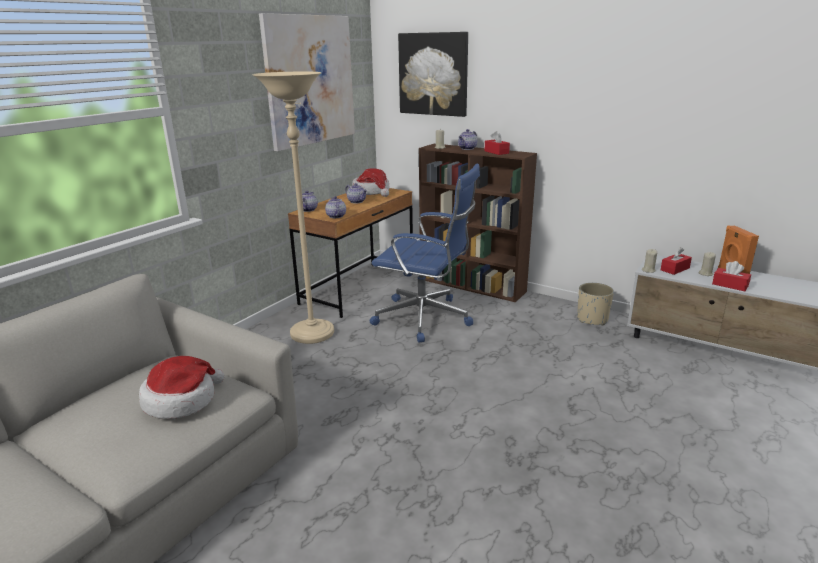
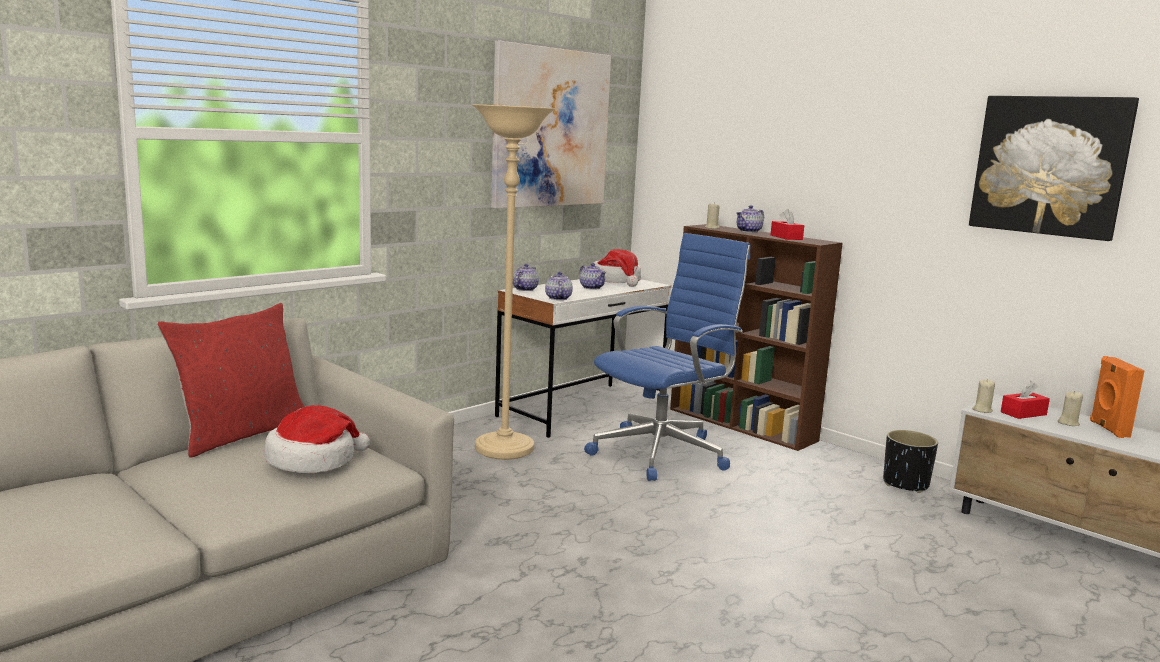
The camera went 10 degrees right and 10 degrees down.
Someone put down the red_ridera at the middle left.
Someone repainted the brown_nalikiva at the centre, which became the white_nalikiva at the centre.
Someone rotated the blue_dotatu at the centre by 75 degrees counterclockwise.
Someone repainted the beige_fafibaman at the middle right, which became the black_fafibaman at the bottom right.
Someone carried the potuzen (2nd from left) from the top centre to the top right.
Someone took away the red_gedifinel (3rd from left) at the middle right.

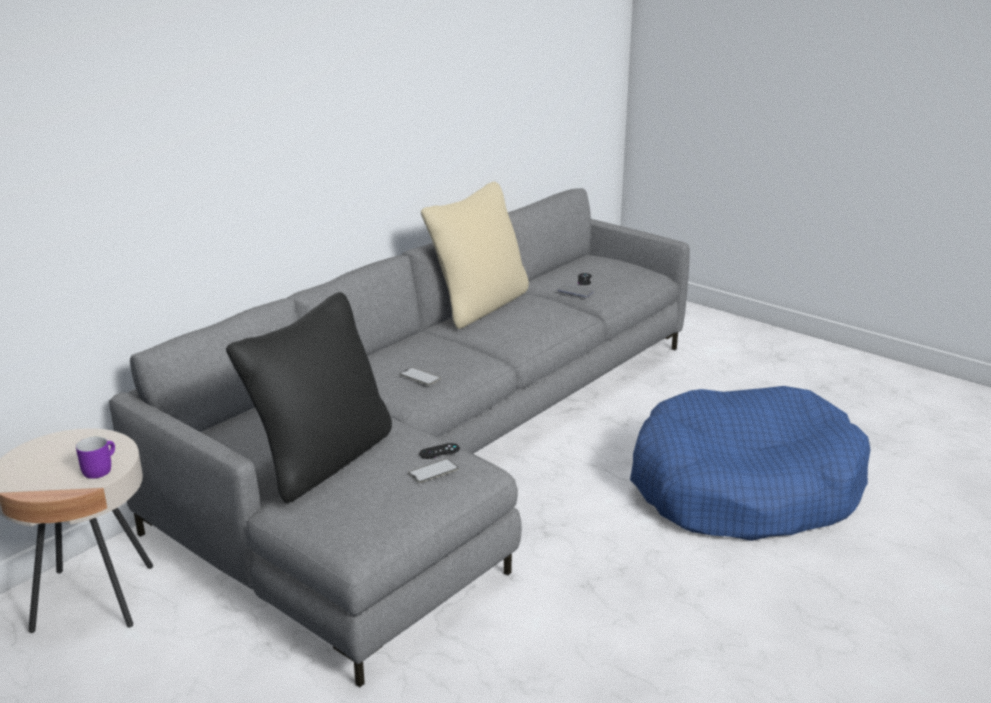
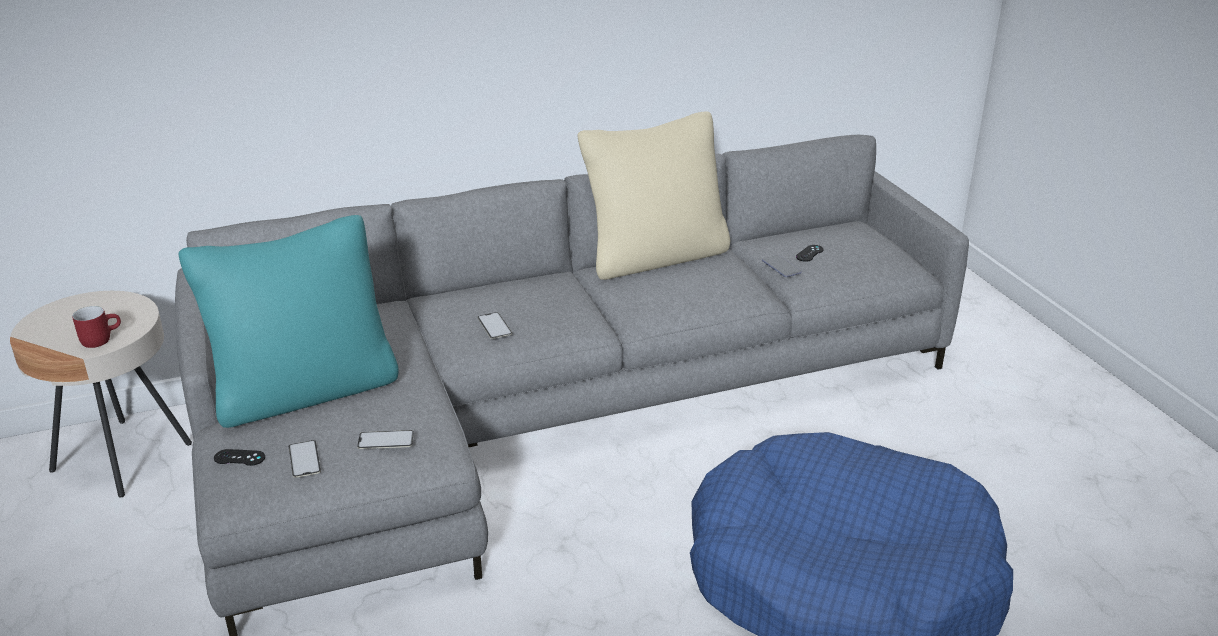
The camera went 30 degrees right and 5 degrees up.
Someone repainted the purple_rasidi at the middle left, which became the red_rasidi at the middle left.
Someone repainted the black_ridera at the middle left, which became the turquoise_ridera at the middle left.
Someone carried the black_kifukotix (1st from left) from the centre to the bottom left.
Someone put down the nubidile (1st from left) at the bottom left.

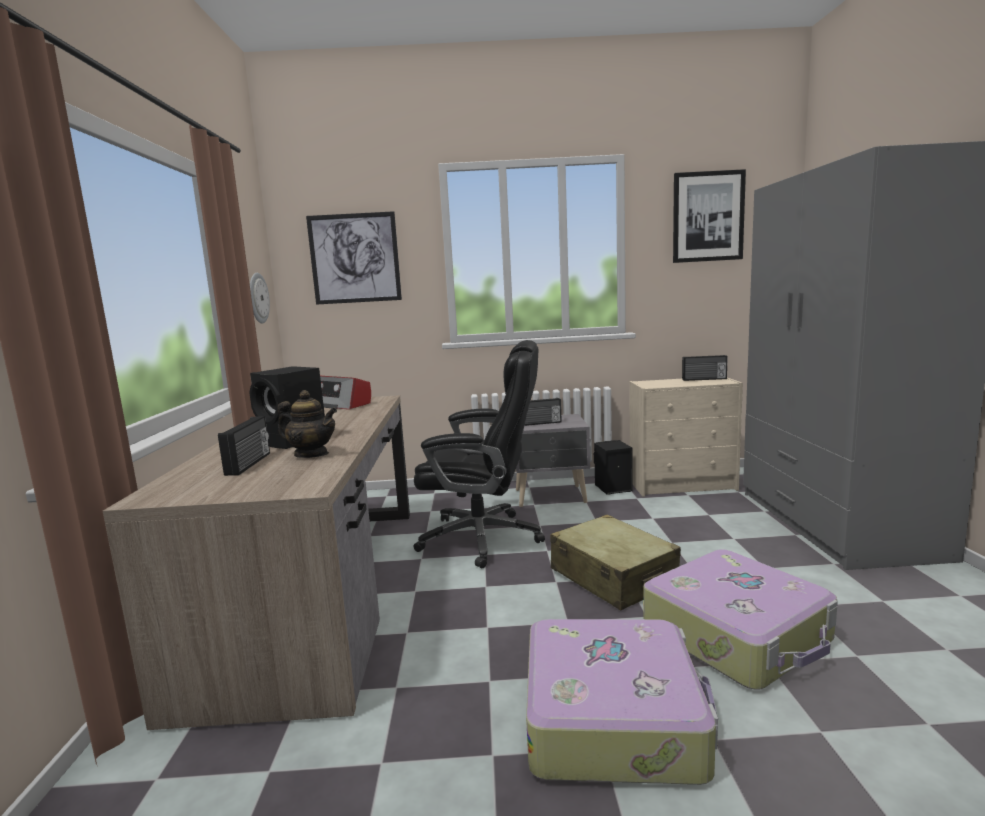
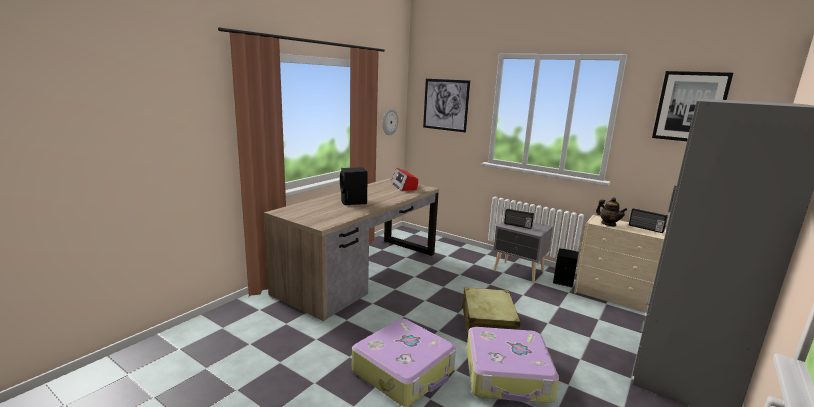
The camera went 35 degrees right and 5 degrees up.
Someone carried the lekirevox from the middle left to the middle right.
Someone took away the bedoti (1st from left) at the middle left.
Someone took away the black_dotatu at the centre.

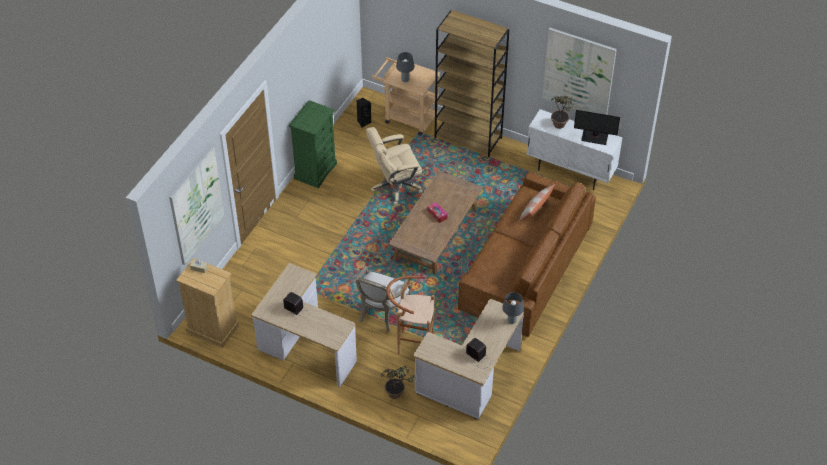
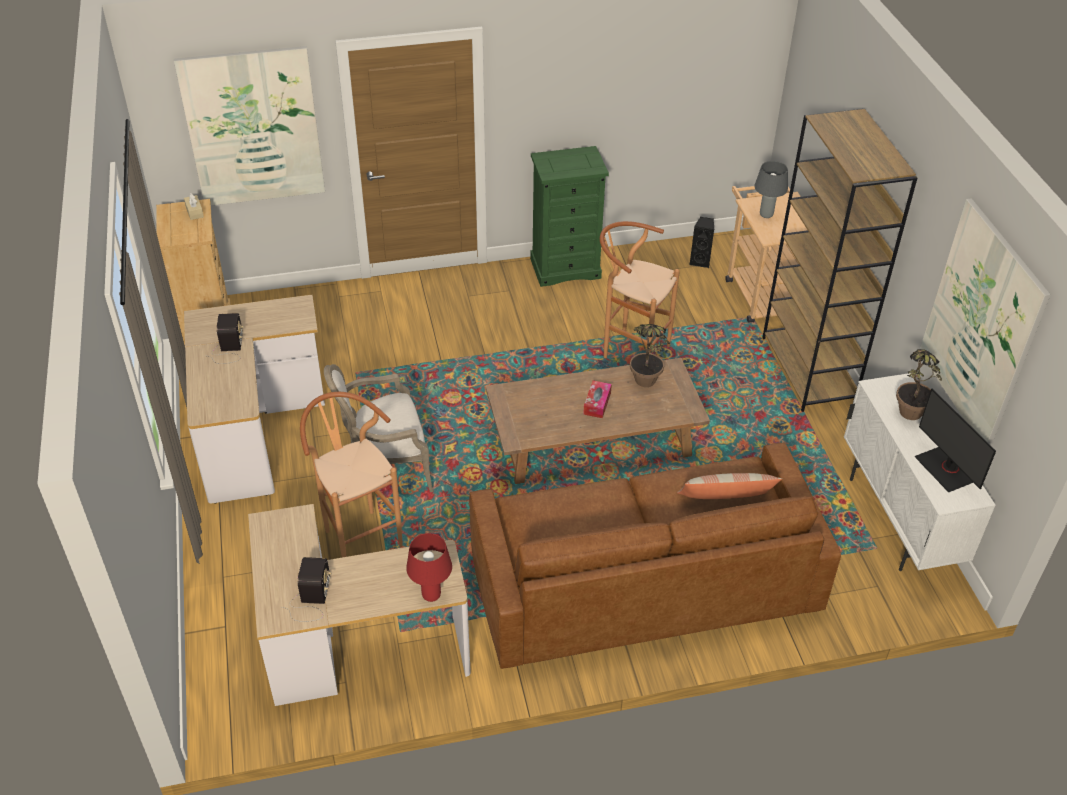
The camera went 50 degrees right and 5 degrees down.
Someone repainted the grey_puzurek (2nd from left) at the centre, which became the red_puzurek at the bottom centre.
Someone swapped the beige_dotatu at the centre for the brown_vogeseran (2nd from left) at the centre.
Someone carried the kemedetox (1st from left) from the bottom centre to the centre.

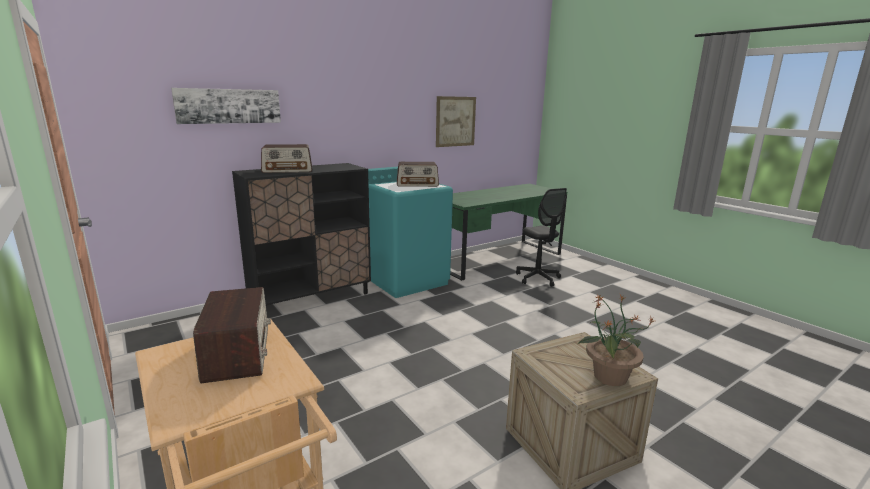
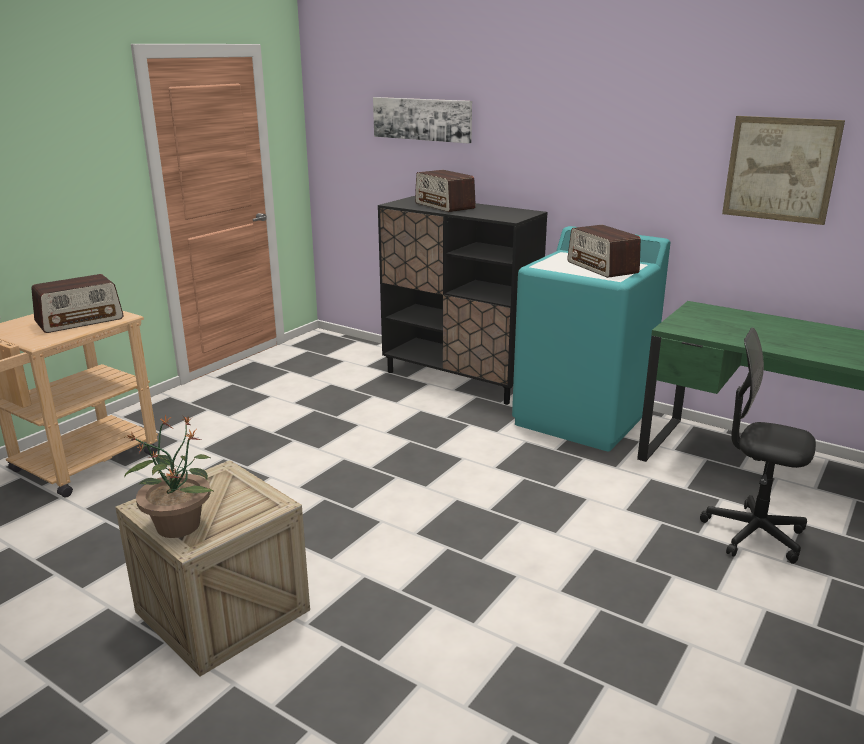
The camera went 70 degrees right and 5 degrees up.
Someone rotated the black_dotatu at the centre by 75 degrees clockwise.

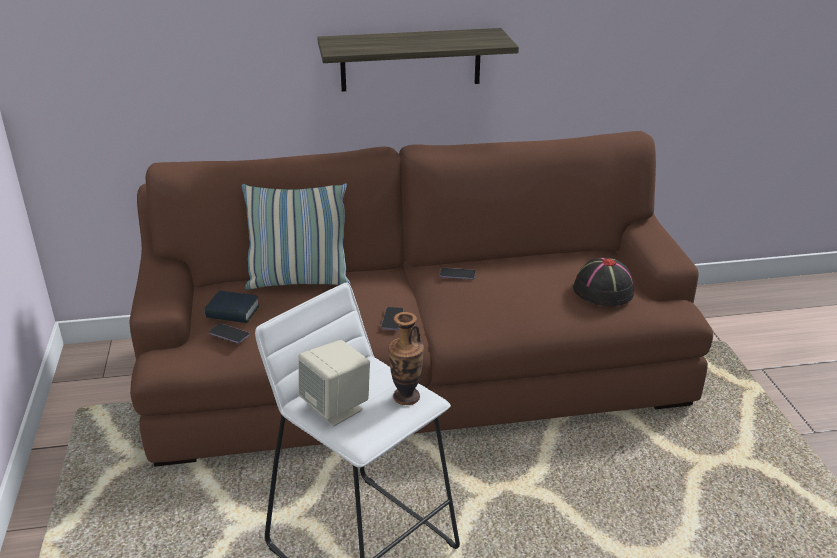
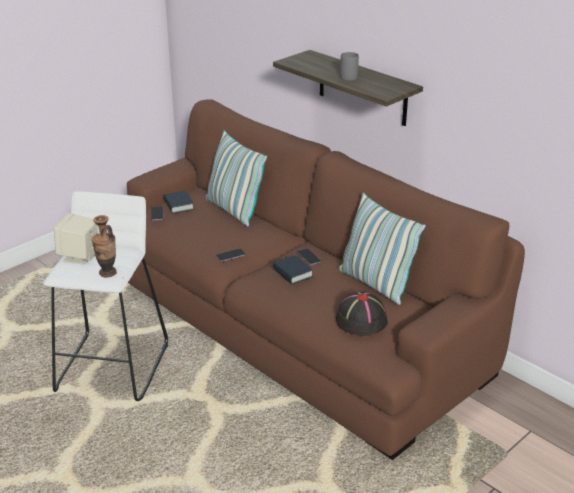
The camera went 55 degrees right and 0 degrees up.
Someone put down the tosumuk (2nd from left) at the centre.
Someone put down the ridera (2nd from left) at the centre.
Someone put down the grey_rasidi at the top centre.

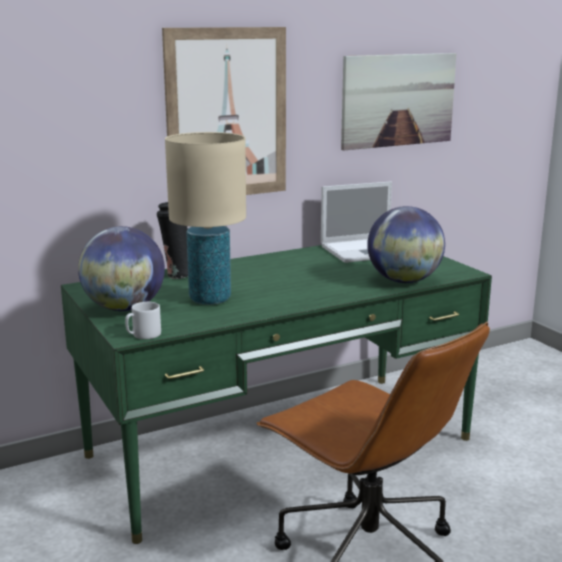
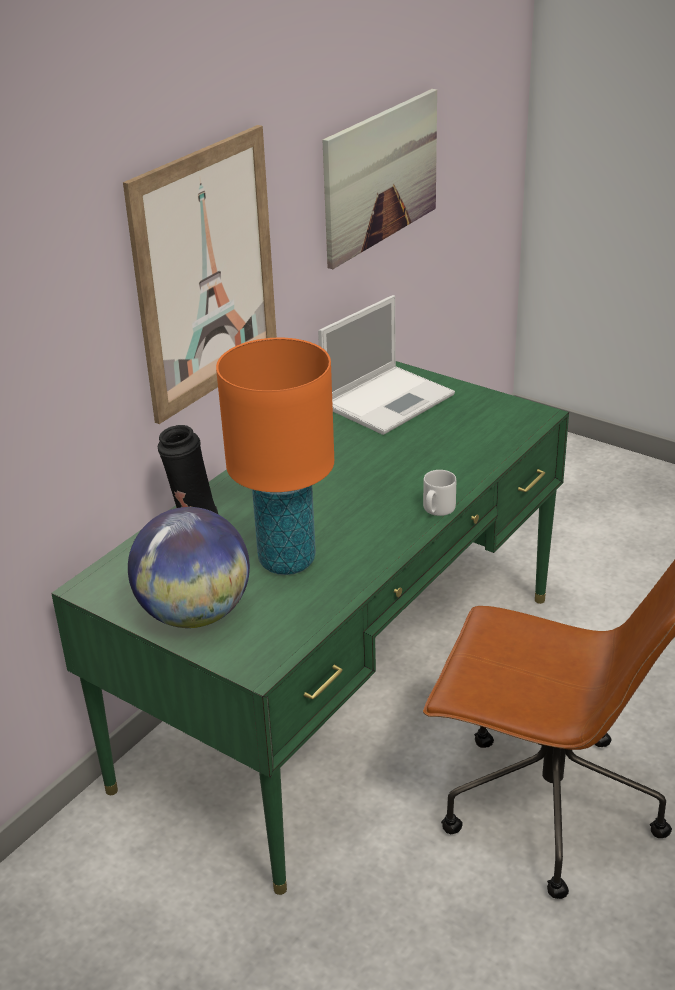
The camera went 25 degrees left and 15 degrees up.
Someone repainted the beige_puzurek at the centre, which became the orange_puzurek at the centre.
Someone carried the grey_rasidi from the middle left to the centre.
Someone took away the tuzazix (2nd from left) at the middle right.

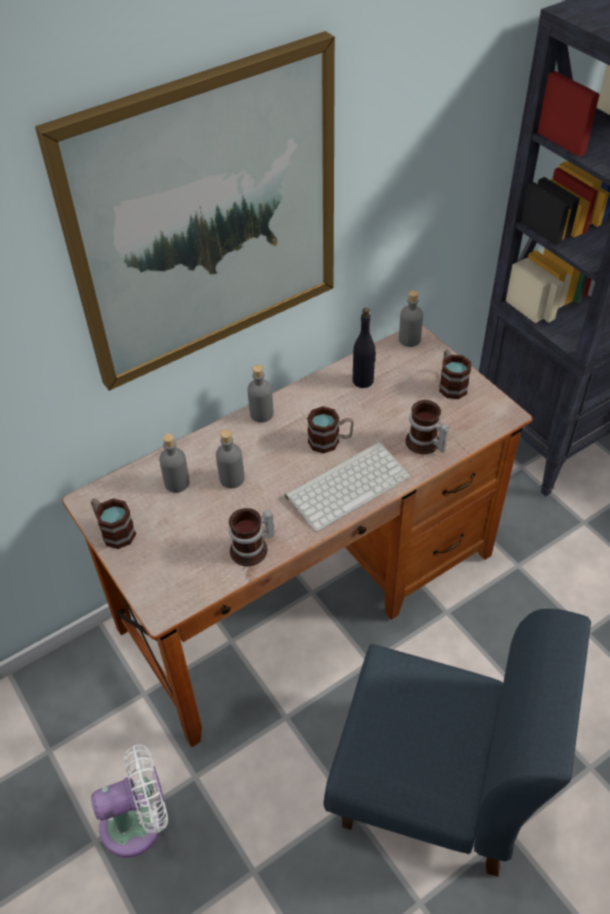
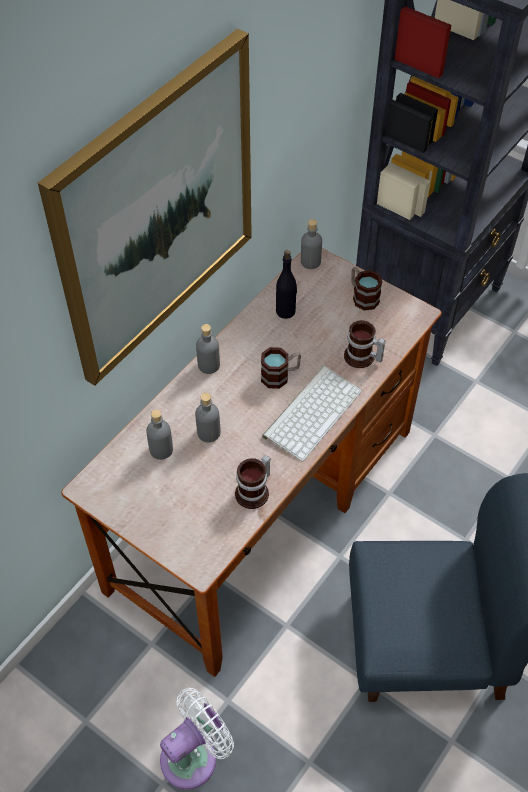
The camera went 20 degrees left and 5 degrees up.
Someone took away the rasidi (1st from left) at the middle left.

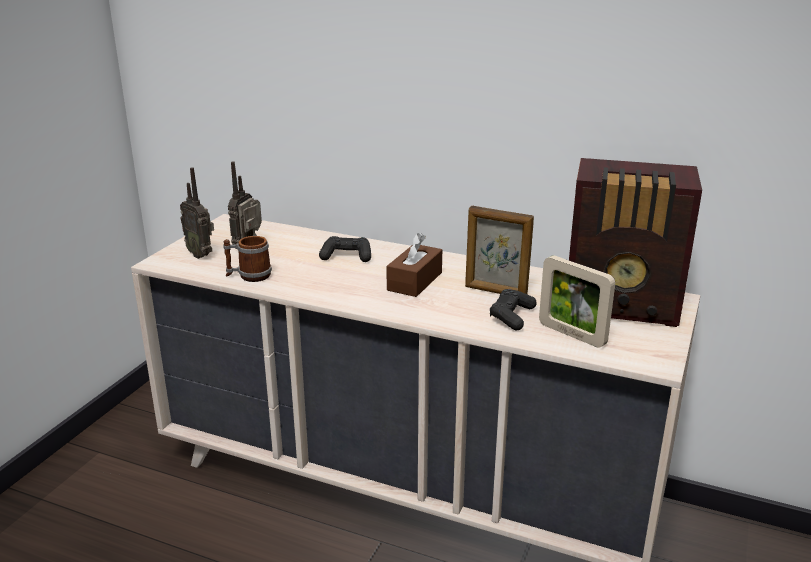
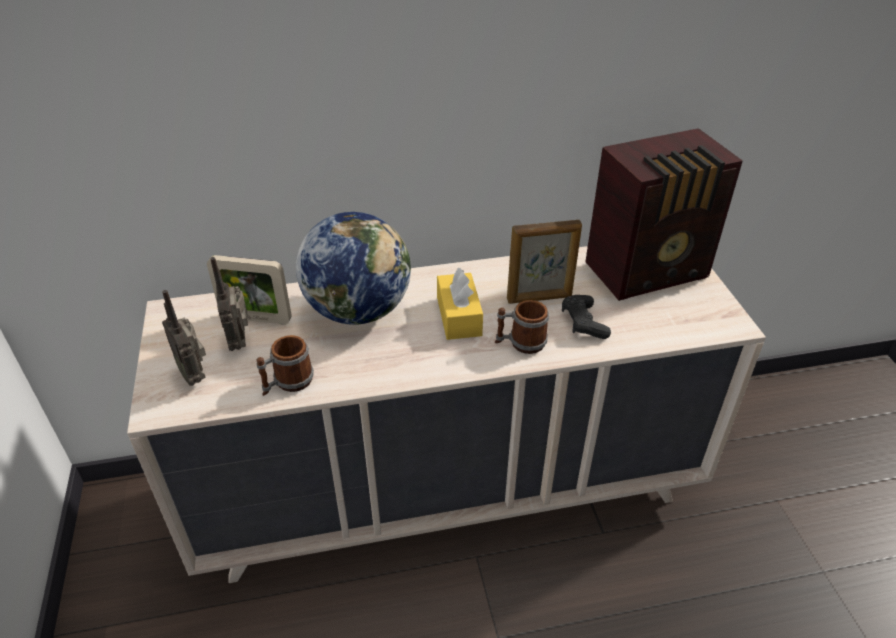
The camera went 35 degrees left and 15 degrees up.
Someone rotated the bedoti (1st from left) at the middle left by 45 degrees clockwise.
Someone carried the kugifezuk (2nd from left in the first image) from the middle right to the middle left.
Someone swapped the black_kifukotix (1st from left) at the centre for the tuzazix at the centre.
Someone repainted the brown_gedifinel at the centre, which became the yellow_gedifinel at the centre.
Someone put down the rasidi (2nd from left) at the centre.

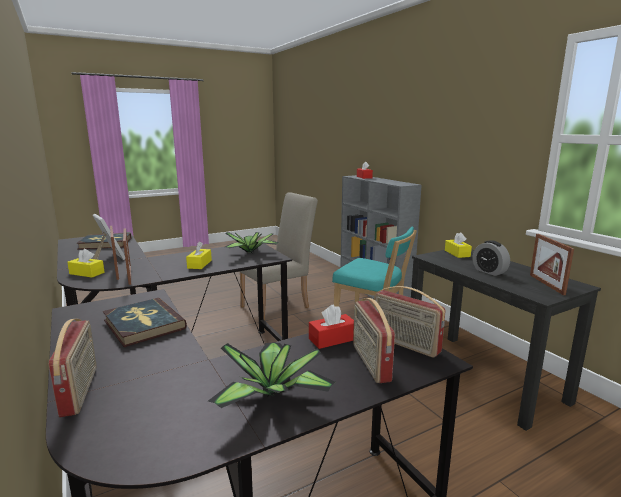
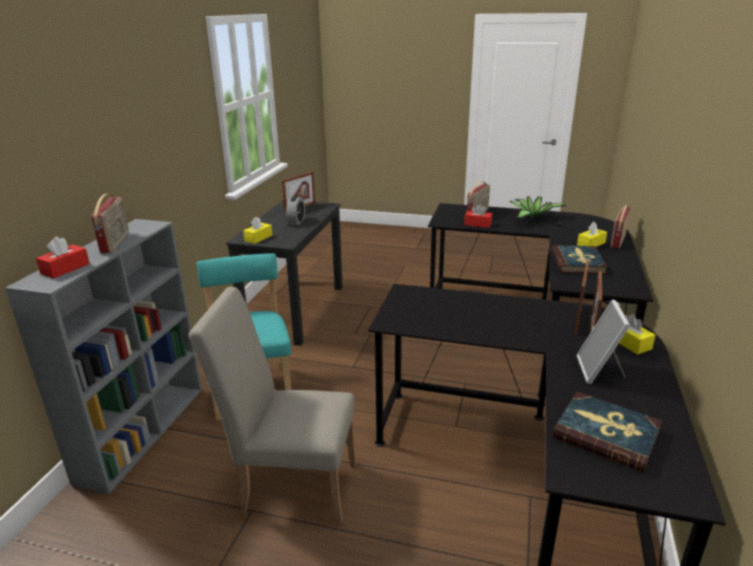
The camera went 135 degrees left and 10 degrees up.
Someone carried the bedoti (3rd from left in the first image) from the centre to the middle left.
Someone carried the yellow_gedifinel (2nd from left) from the middle left to the middle right.
Someone took away the kemedetox (1st from left) at the centre.

